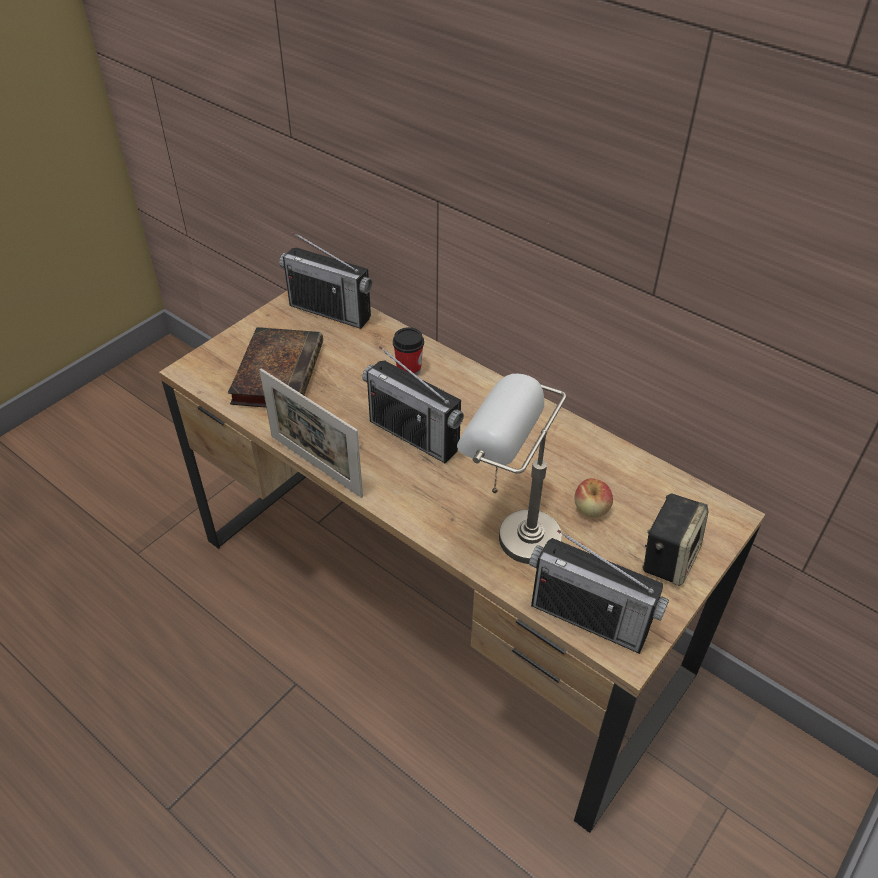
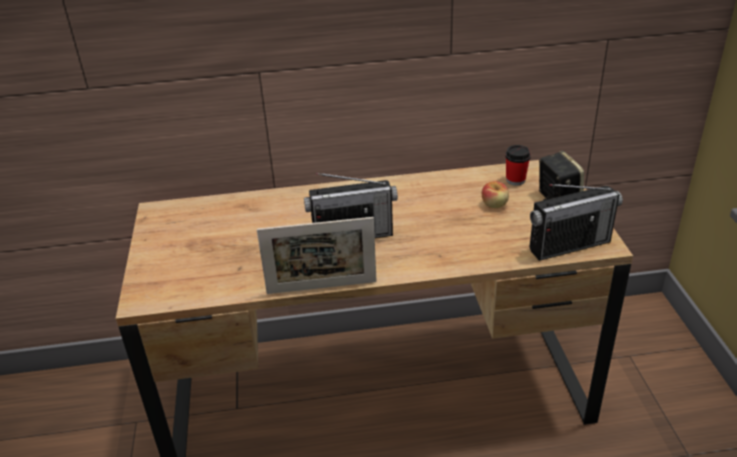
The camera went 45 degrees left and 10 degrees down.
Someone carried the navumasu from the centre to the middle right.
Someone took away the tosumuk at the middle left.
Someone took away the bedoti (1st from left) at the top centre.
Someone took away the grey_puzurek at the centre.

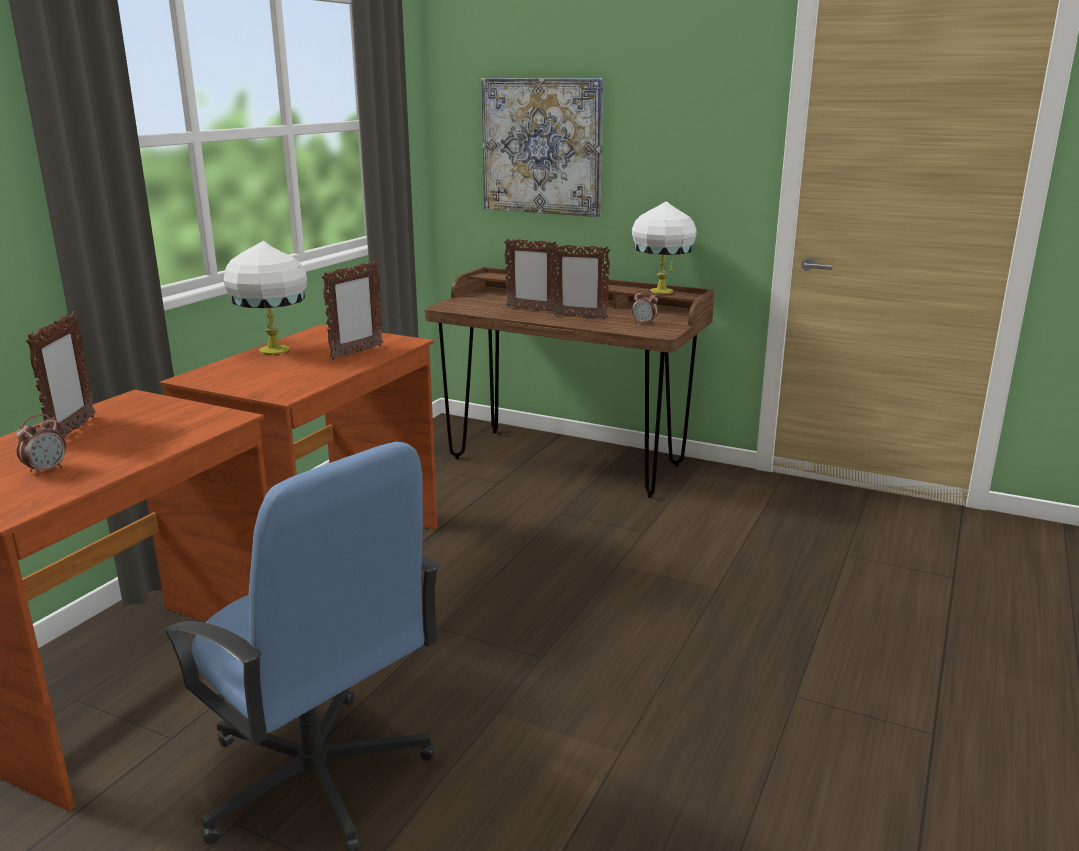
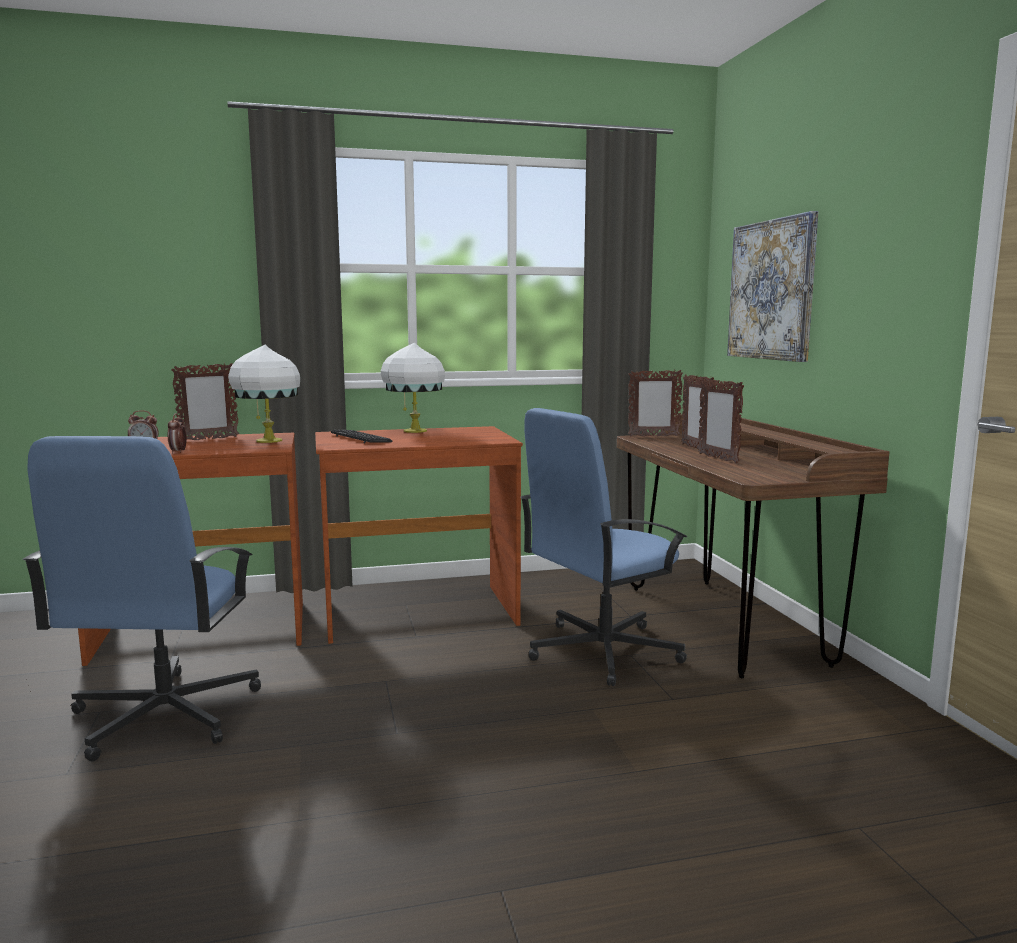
The camera went 50 degrees right and 10 degrees down.
Someone carried the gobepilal (2nd from left) from the centre to the middle left.
Someone carried the white_puzurek (2nd from left in the first image) from the top centre to the middle left.
Someone put down the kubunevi at the centre.
Someone put down the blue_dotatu (2nd from left) at the centre.
Someone carried the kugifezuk (2nd from left) from the middle left to the centre.

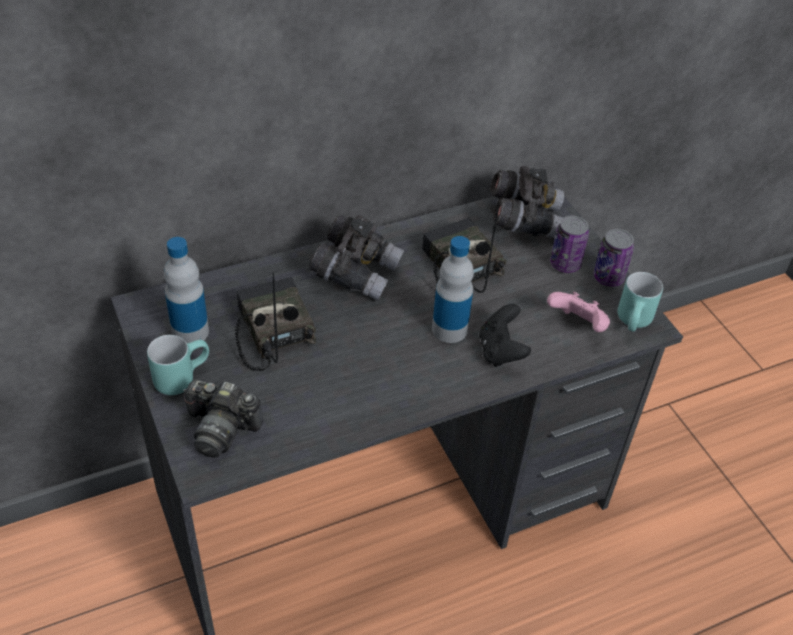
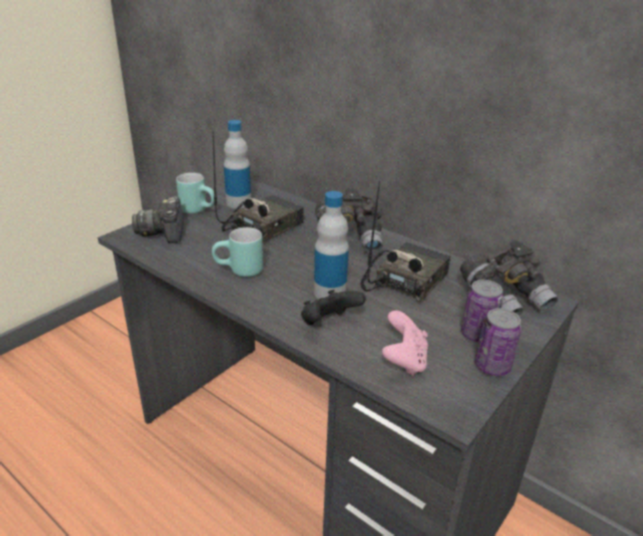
The camera went 65 degrees right and 15 degrees down.
Someone carried the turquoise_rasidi (2nd from left) from the middle right to the centre.

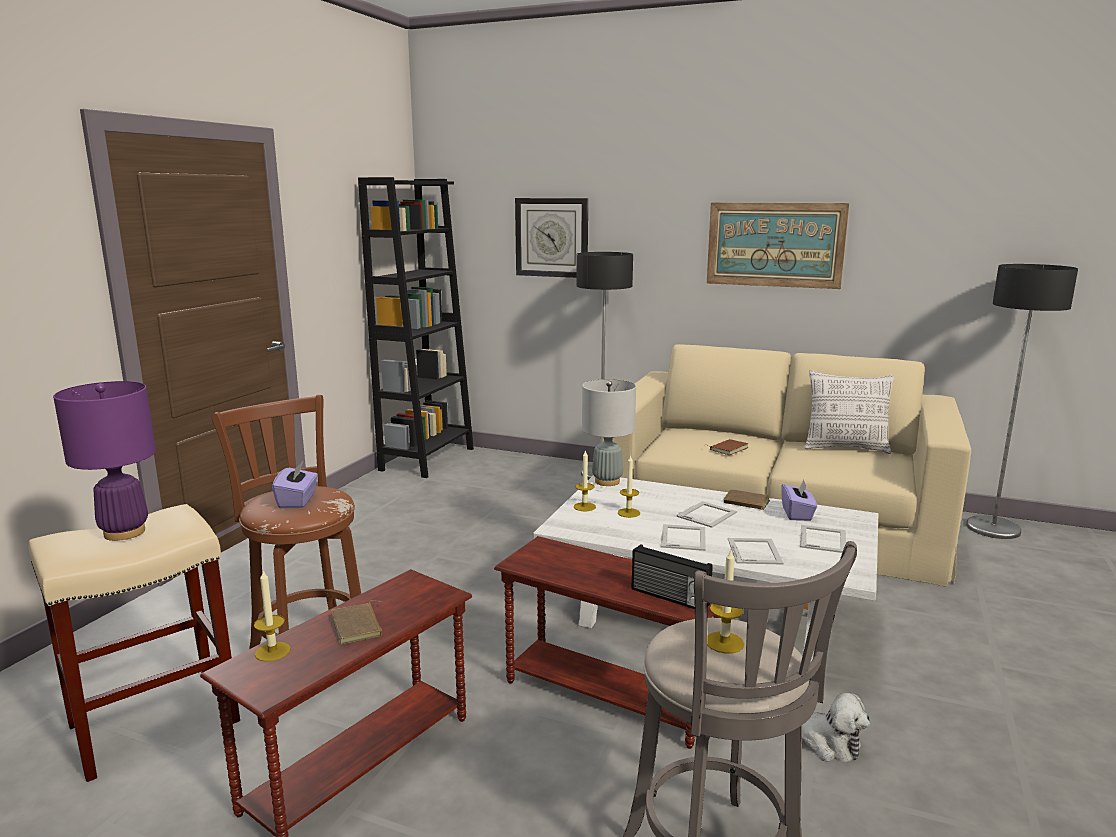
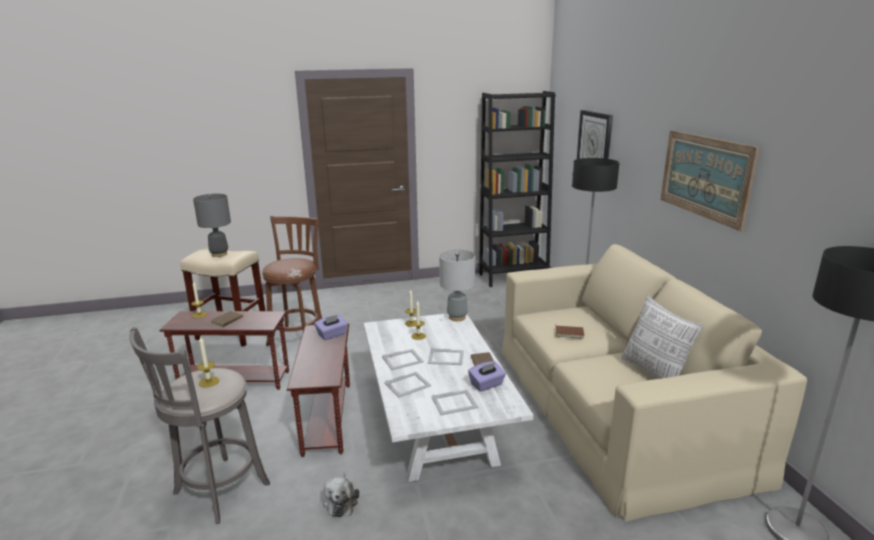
The camera went 55 degrees right and 5 degrees up.
Someone repainted the purple_puzurek at the middle left, which became the grey_puzurek (1st from left) at the middle left.
Someone carried the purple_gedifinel (1st from left) from the middle left to the centre.
Someone took away the bedoti at the bottom centre.

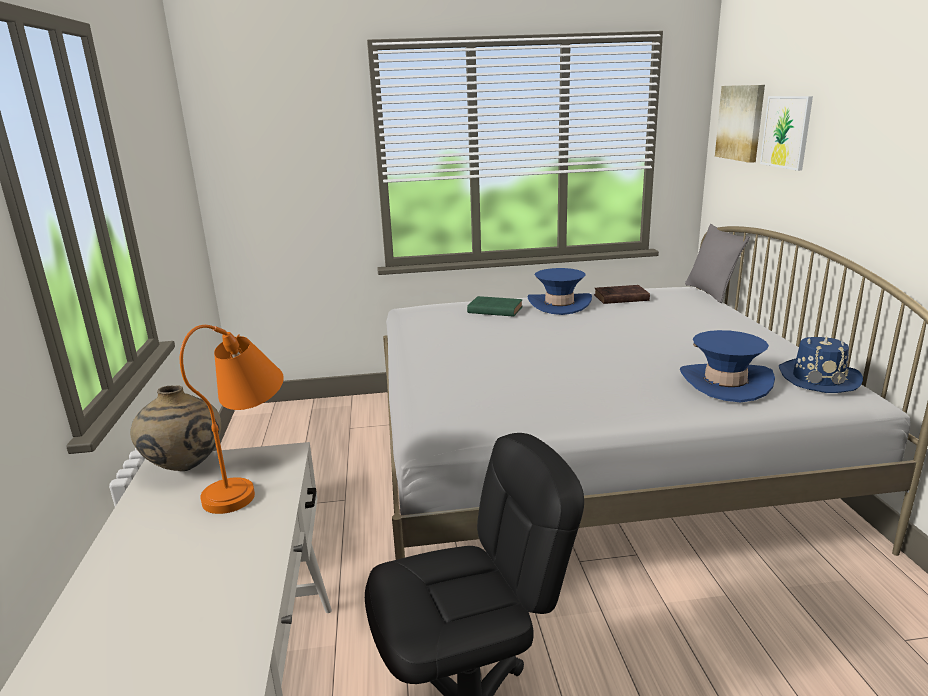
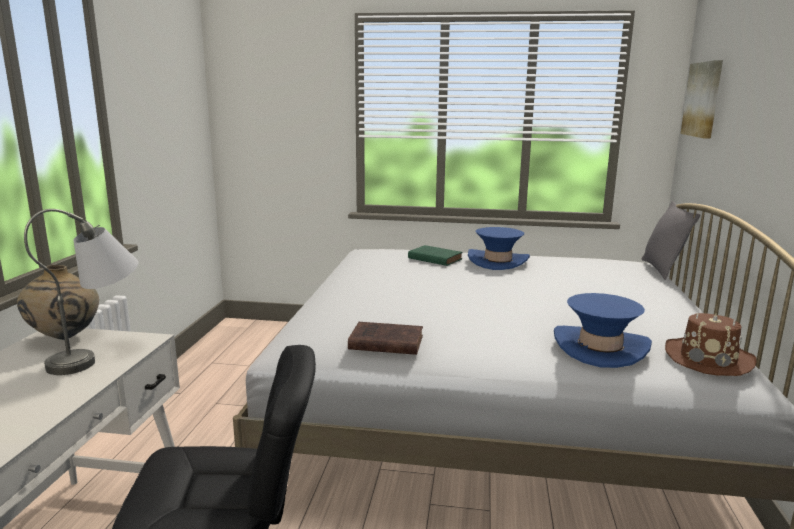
The camera went 15 degrees right and 5 degrees down.
Someone repainted the orange_puzurek at the middle left, which became the grey_puzurek at the middle left.
Someone carried the brown_tosumuk from the middle right to the centre.
Someone repainted the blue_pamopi (3rd from left) at the middle right, which became the brown_pamopi at the middle right.
Someone took away the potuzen (2nd from left) at the top right.

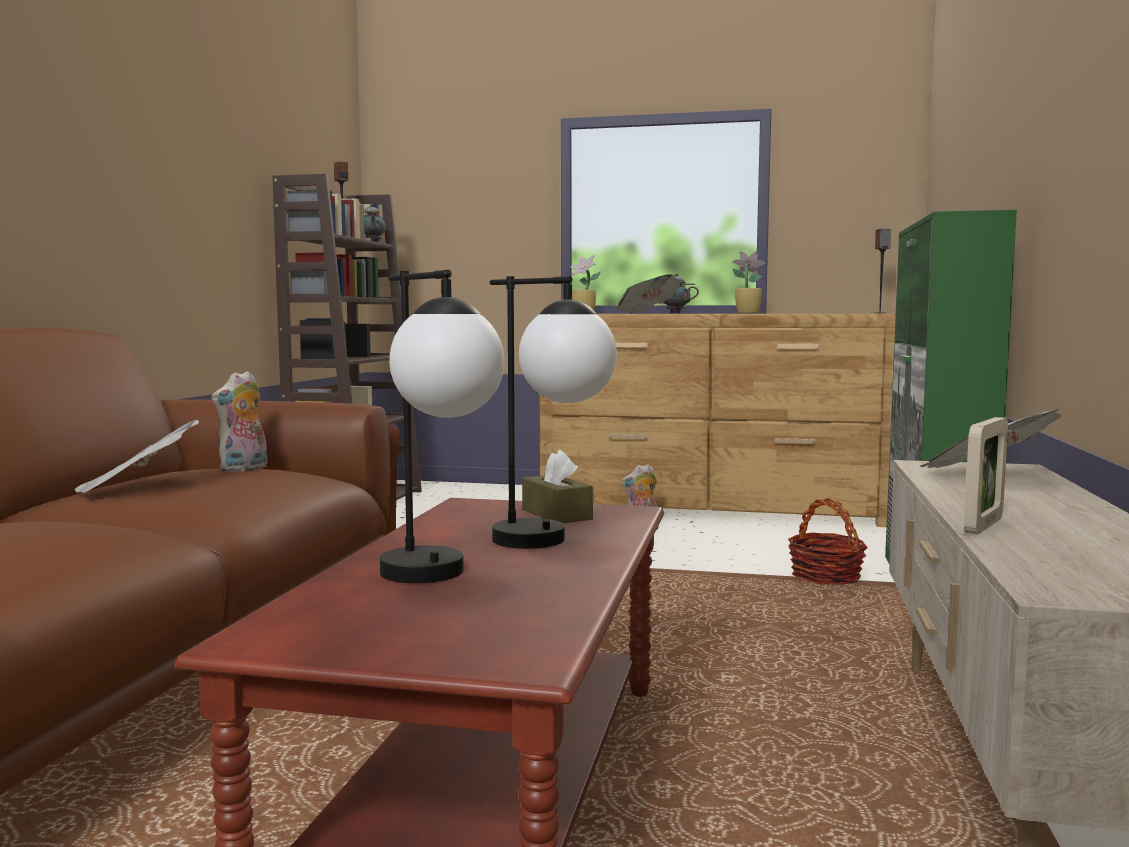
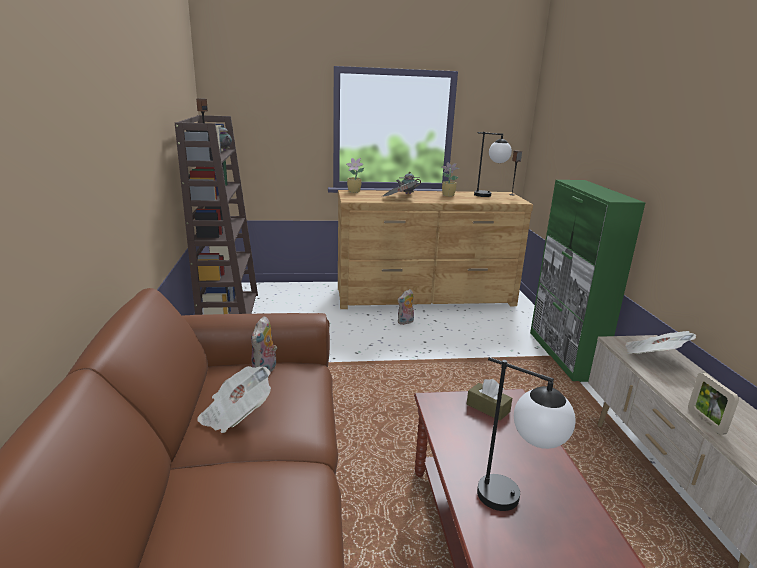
The camera went 20 degrees left and 15 degrees up.
Someone carried the puzurek (2nd from left in the first image) from the centre to the top centre.
Someone rotated the kugifezuk at the middle right by 150 degrees clockwise.
Someone took away the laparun at the middle right.

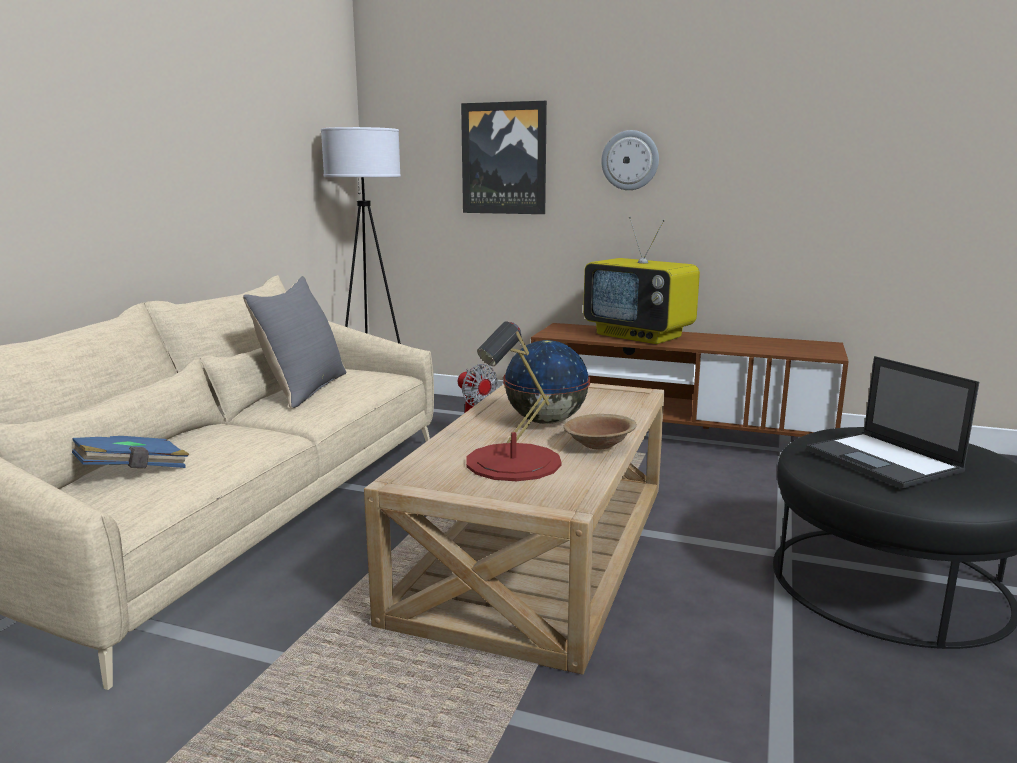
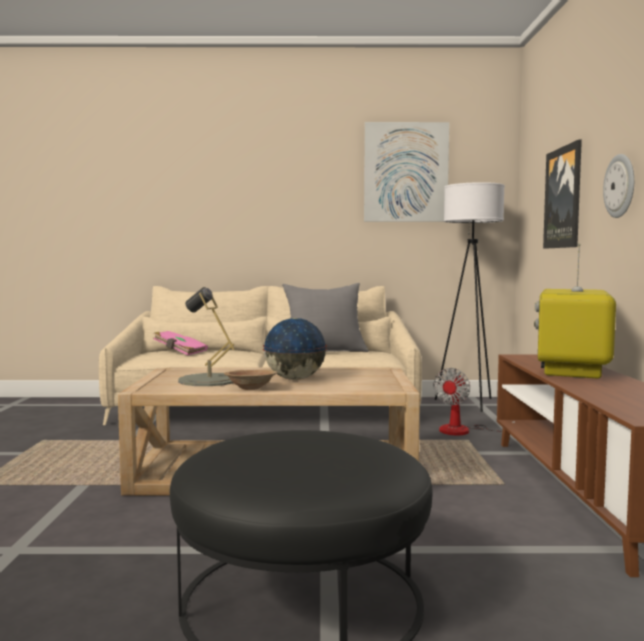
The camera went 70 degrees right and 10 degrees down.
Someone repainted the blue_tosumuk at the middle left, which became the pink_tosumuk at the middle left.
Someone repainted the red_puzurek at the centre, which became the grey_puzurek at the middle left.
Someone put up the potuzen (1st from left) at the top centre.
Someone took away the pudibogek at the middle right.

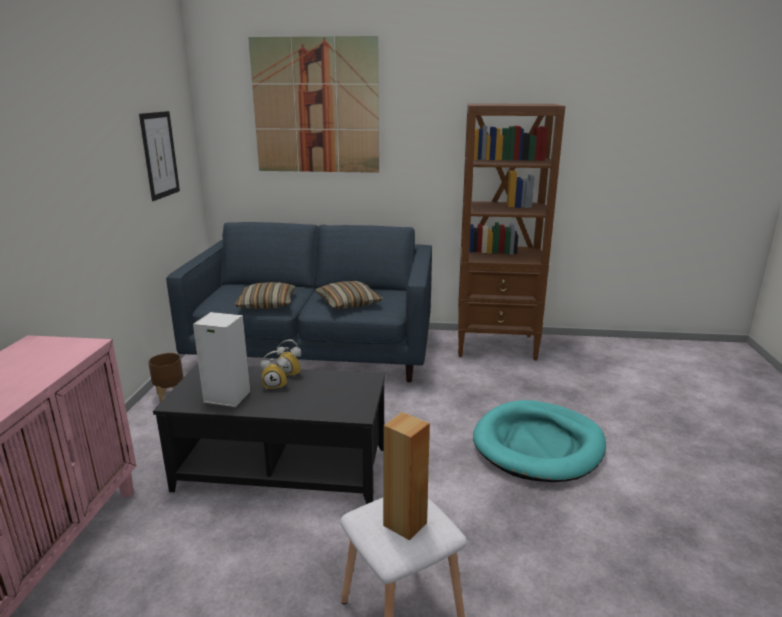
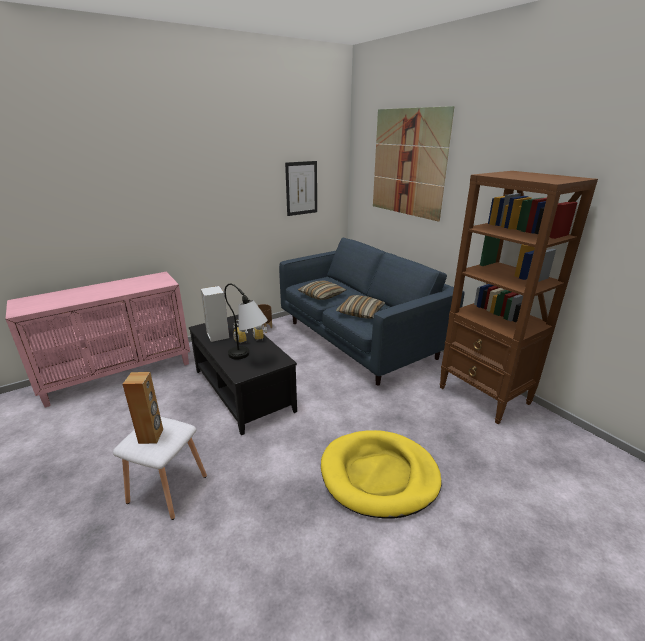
The camera went 50 degrees right and 5 degrees up.
Someone put down the puzurek at the centre.
Someone repainted the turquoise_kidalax at the bottom right, which became the yellow_kidalax at the bottom centre.

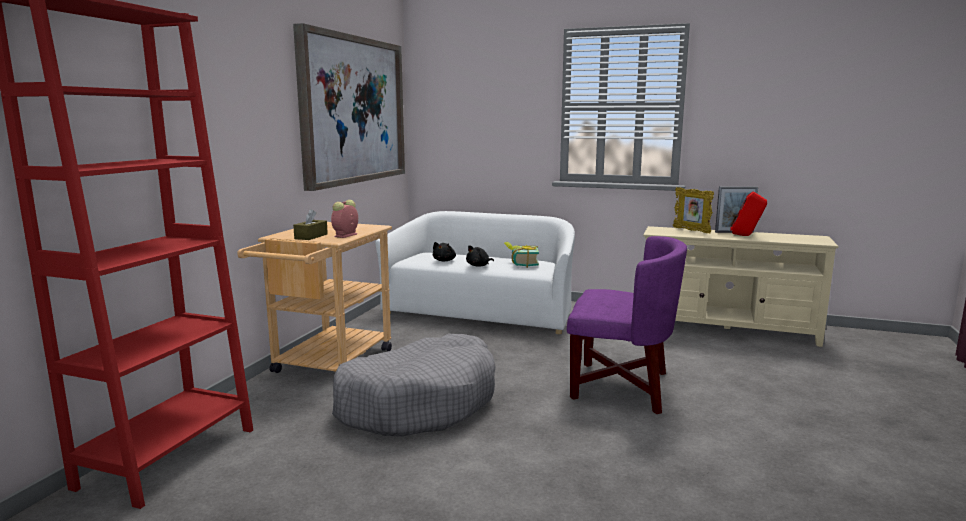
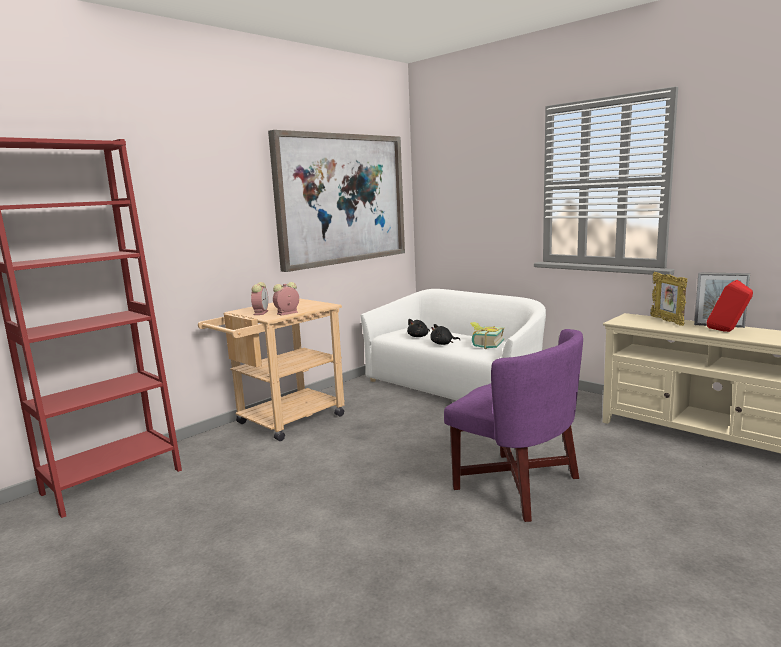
The camera went 25 degrees right and 0 degrees up.
Someone swapped the brown_gedifinel at the middle left for the gobepilal (1st from left) at the middle left.
Someone took away the grey_kidalax at the bottom centre.

